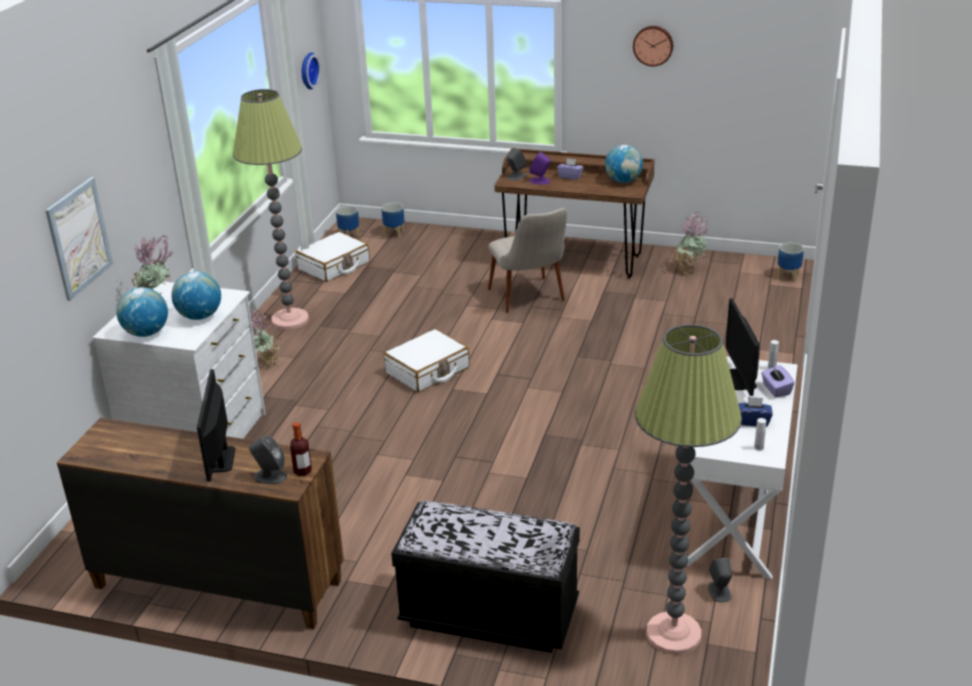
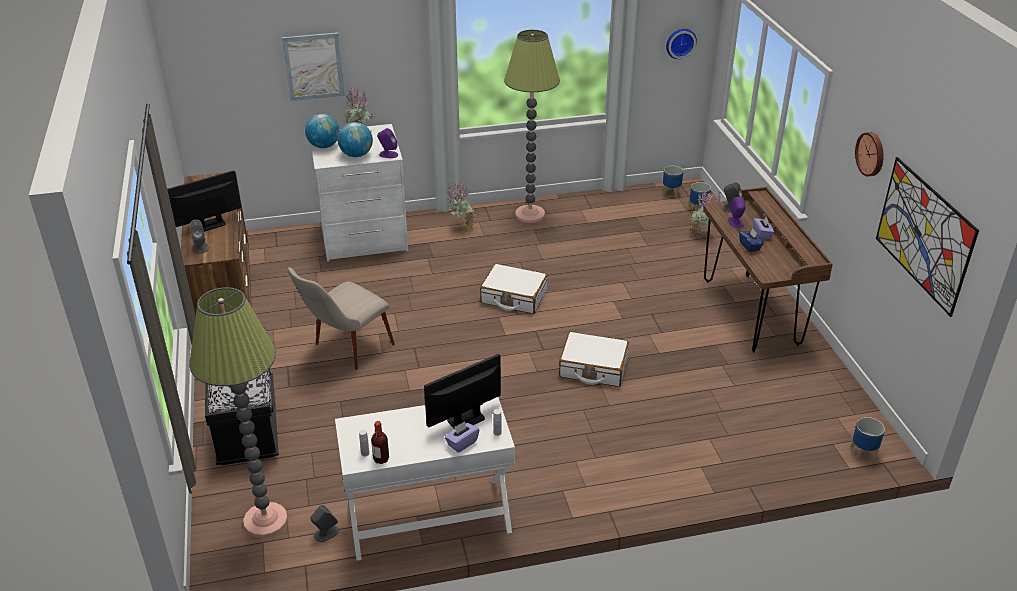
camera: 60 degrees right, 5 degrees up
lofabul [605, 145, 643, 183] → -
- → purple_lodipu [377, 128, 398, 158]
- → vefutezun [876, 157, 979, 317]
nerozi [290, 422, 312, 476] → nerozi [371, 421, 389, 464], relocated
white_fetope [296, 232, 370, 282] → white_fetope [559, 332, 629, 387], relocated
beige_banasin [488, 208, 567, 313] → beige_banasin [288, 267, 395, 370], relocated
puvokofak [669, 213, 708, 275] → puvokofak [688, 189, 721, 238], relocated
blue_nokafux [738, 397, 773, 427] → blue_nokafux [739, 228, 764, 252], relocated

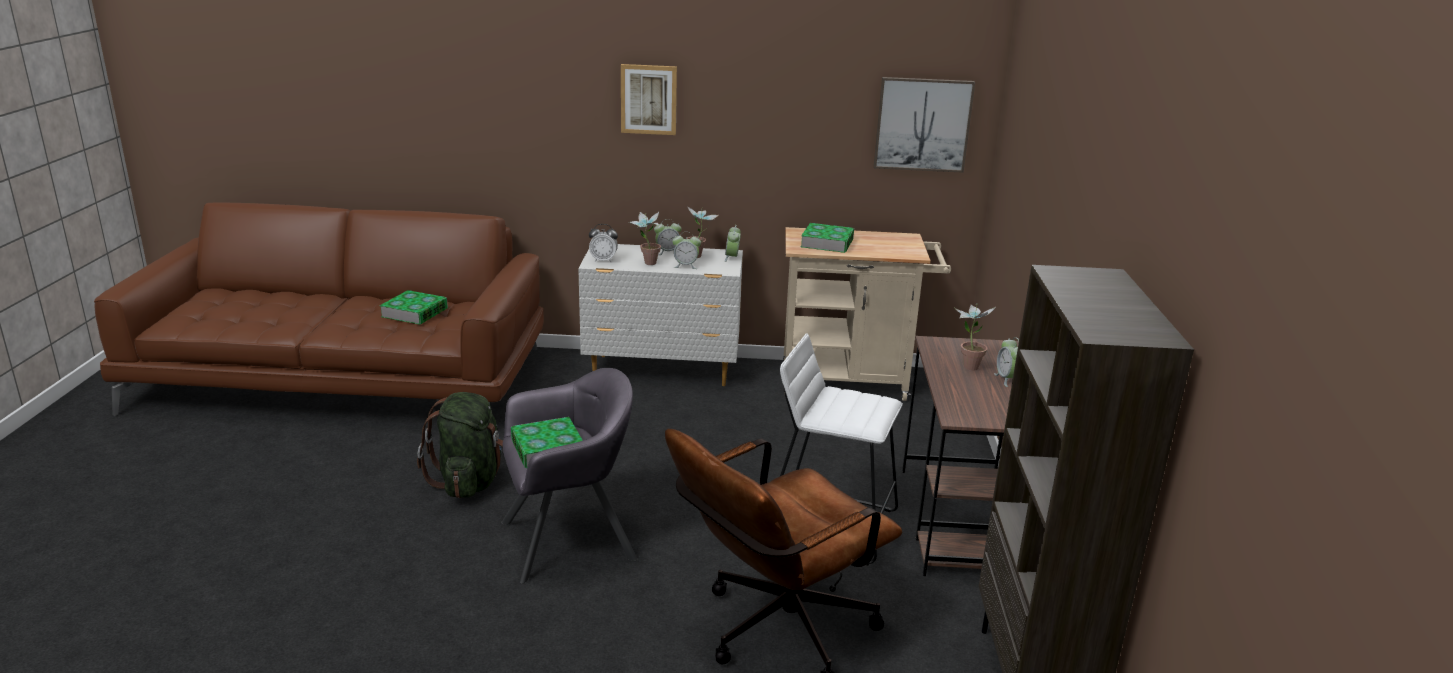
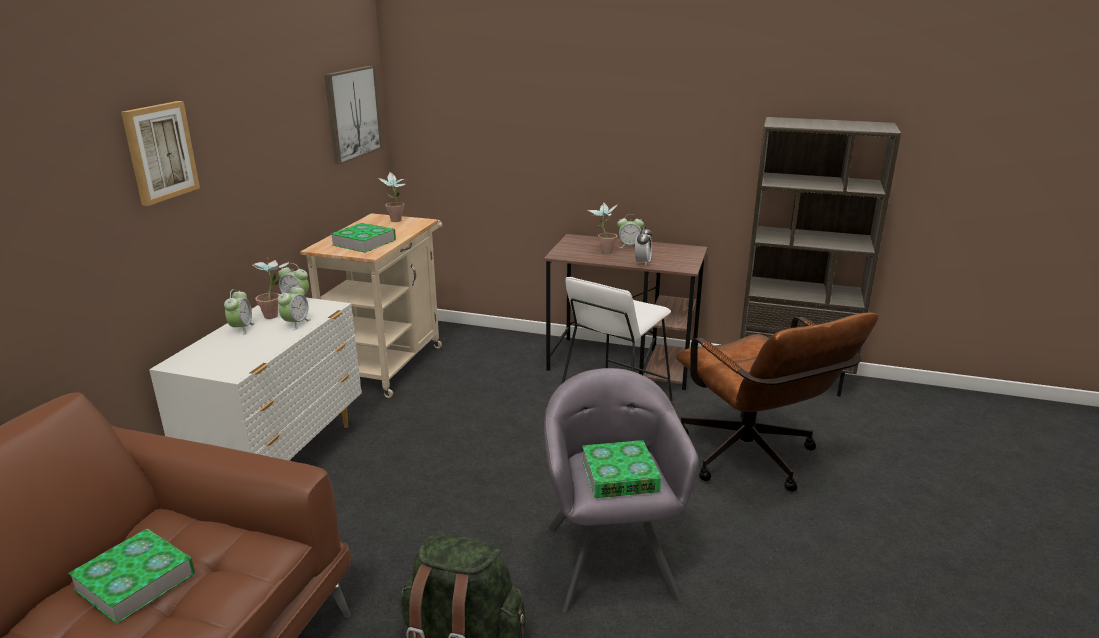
camera: 75 degrees left, 0 degrees up
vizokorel [589, 224, 618, 262] → vizokorel [635, 226, 652, 266], relocated
puvokofak [629, 212, 661, 265] → puvokofak [378, 172, 407, 222], relocated

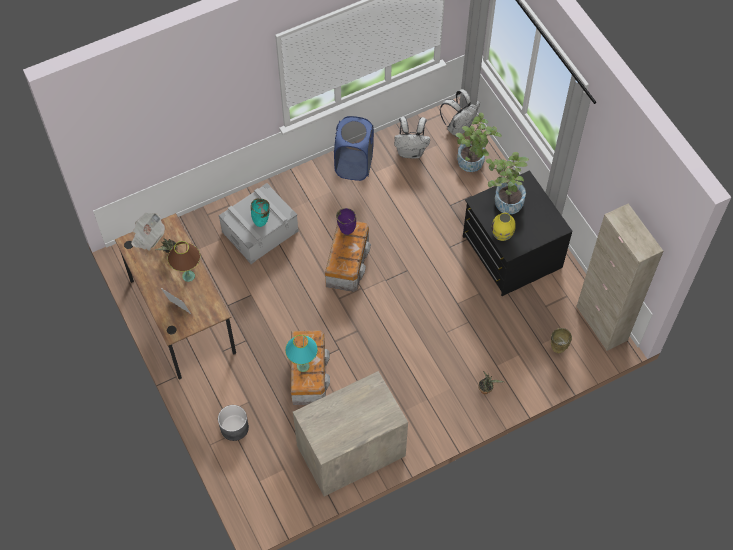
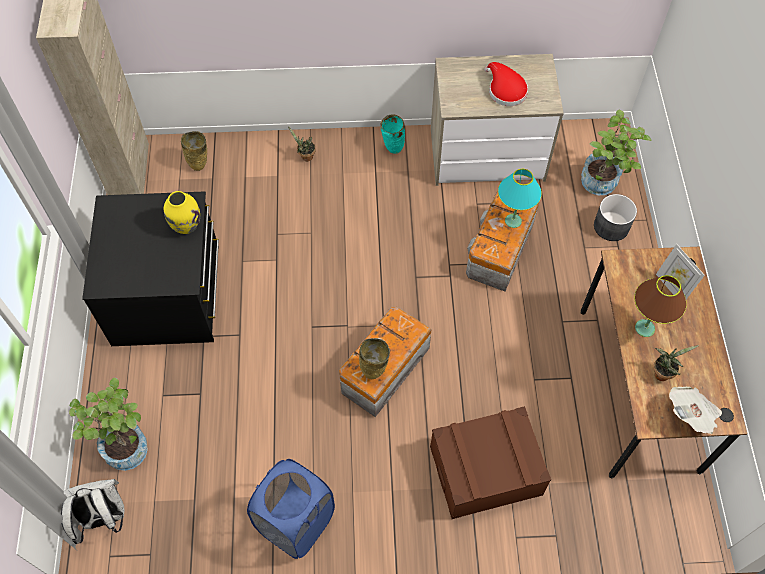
camera: 155 degrees left, 0 degrees up
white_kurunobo [394, 117, 430, 158] → -
- → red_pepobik [485, 62, 528, 106]
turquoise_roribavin [251, 198, 270, 227] → turquoise_roribavin [380, 114, 405, 154], relocated
puvokofak [486, 152, 529, 214] → puvokofak [581, 110, 652, 195], relocated
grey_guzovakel [219, 183, 299, 264] → brown_guzovakel [430, 406, 551, 519]
purple_roribavin [336, 208, 356, 235] → beige_roribavin [359, 338, 390, 379]

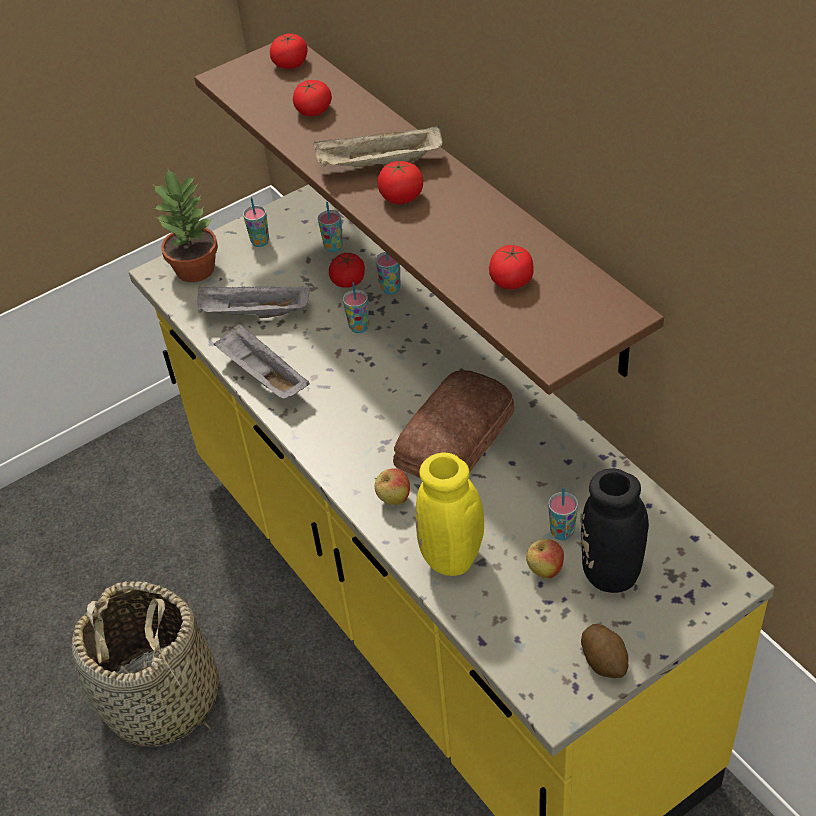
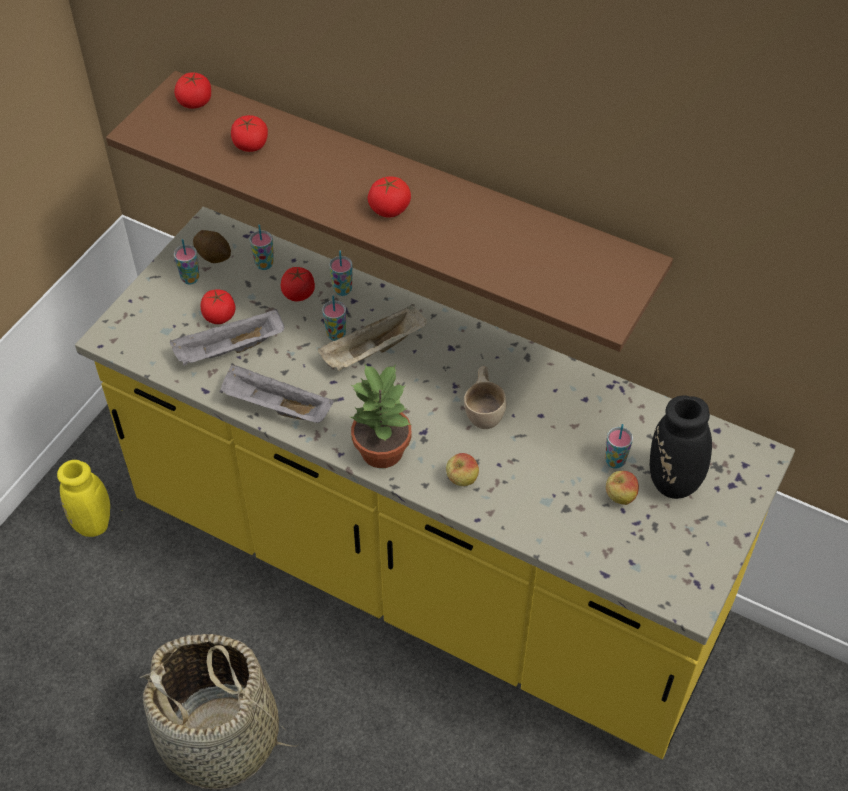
camera: 30 degrees left, 5 degrees up
puvokofak [153, 169, 218, 282] → puvokofak [350, 363, 412, 468], relocated
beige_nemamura [314, 124, 443, 167] → beige_nemamura [318, 304, 426, 371], relocated
yellow_roribavin [415, 453, 484, 576] → yellow_roribavin [57, 460, 110, 537], relocated
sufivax [489, 245, 534, 289] → sufivax [201, 290, 235, 324], relocated
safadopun [581, 624, 628, 678] → safadopun [193, 230, 231, 263], relocated
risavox [393, 370, 514, 478] → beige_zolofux [464, 366, 507, 429]

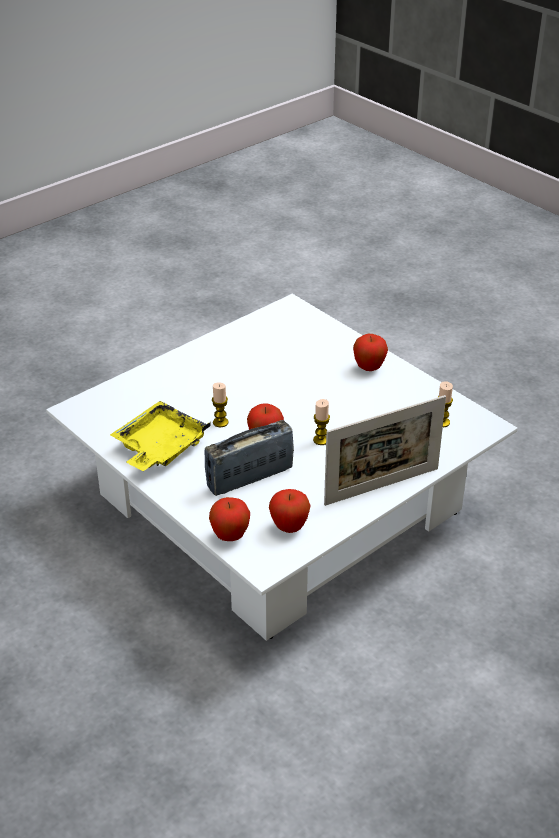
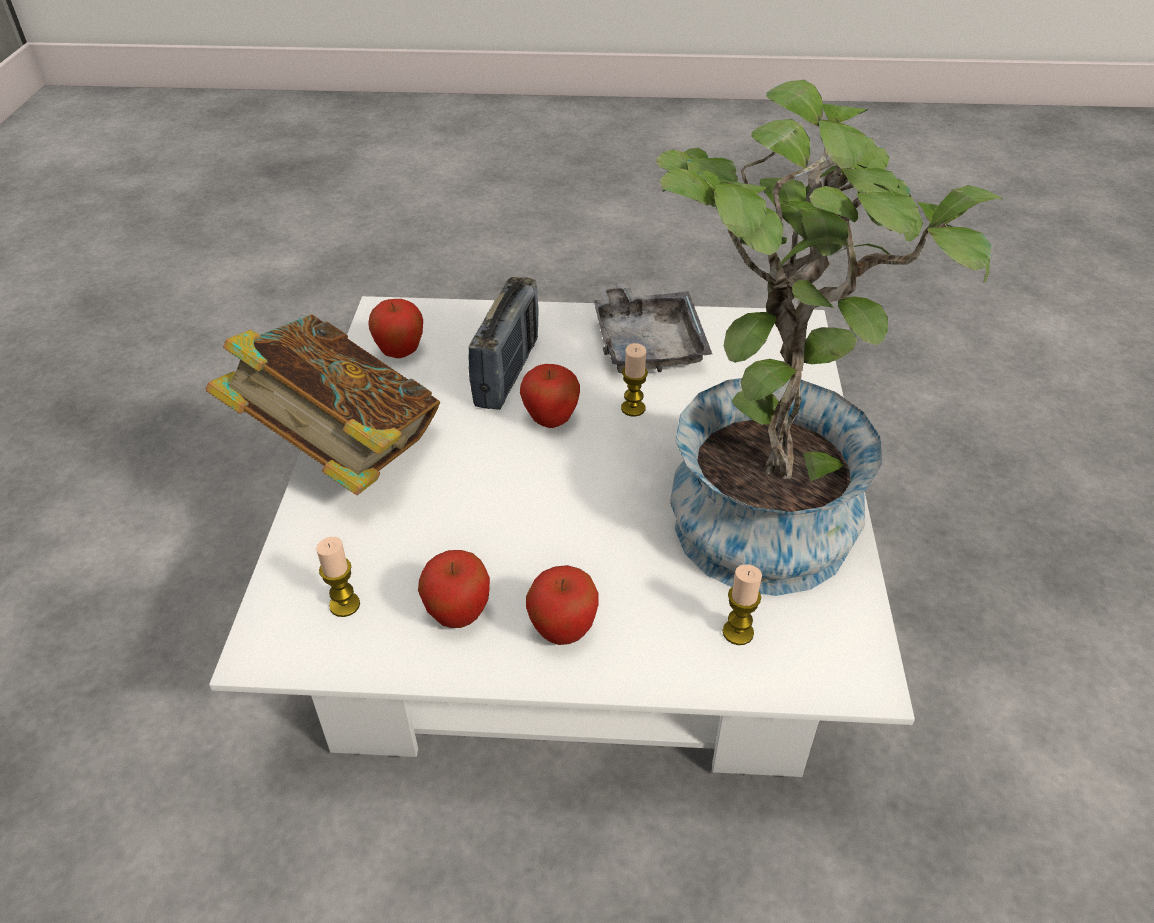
camera: 135 degrees right, 5 degrees up
- → puvokofak [656, 80, 1003, 596]
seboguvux [209, 497, 250, 541] → seboguvux [418, 550, 490, 628], relocated
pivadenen [313, 399, 330, 445] → pivadenen [723, 564, 762, 645], relocated
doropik [324, 395, 446, 506] → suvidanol [206, 314, 440, 495]
yellow_nemamura [110, 401, 211, 471] → grey_nemamura [594, 282, 712, 373]

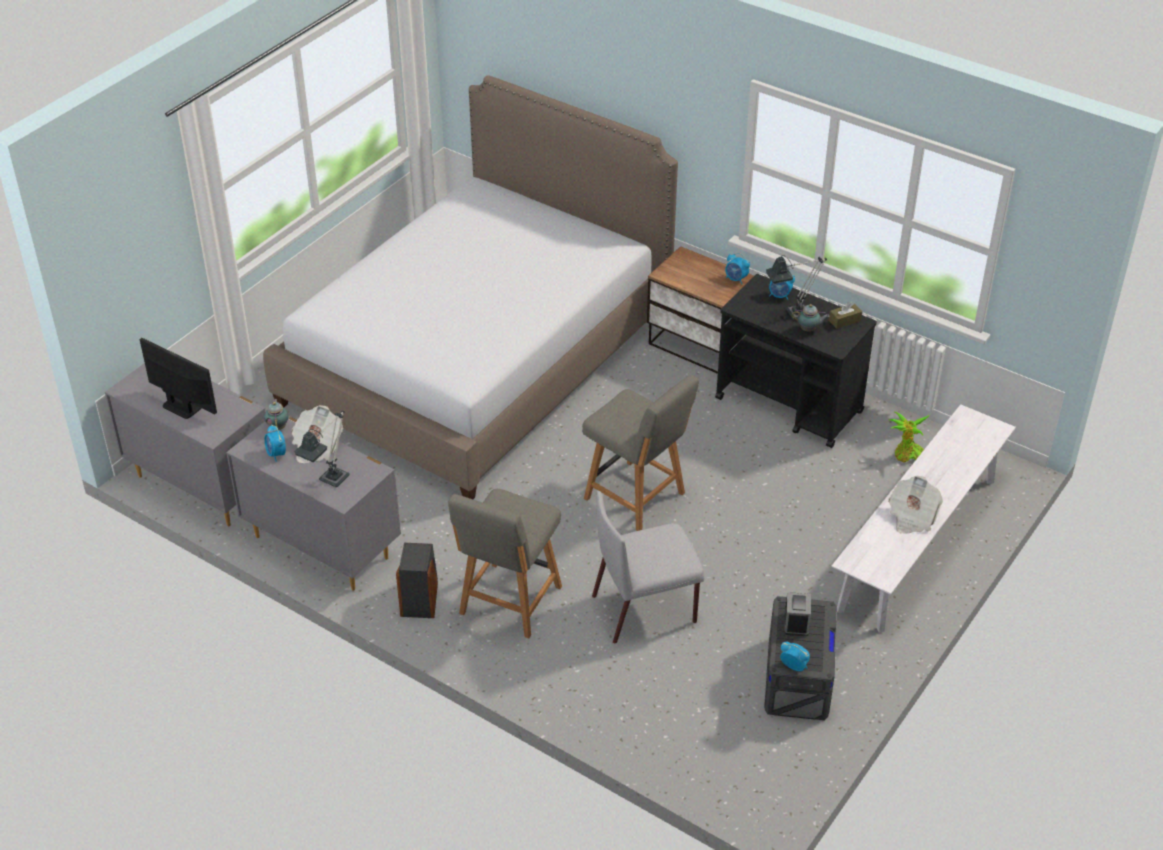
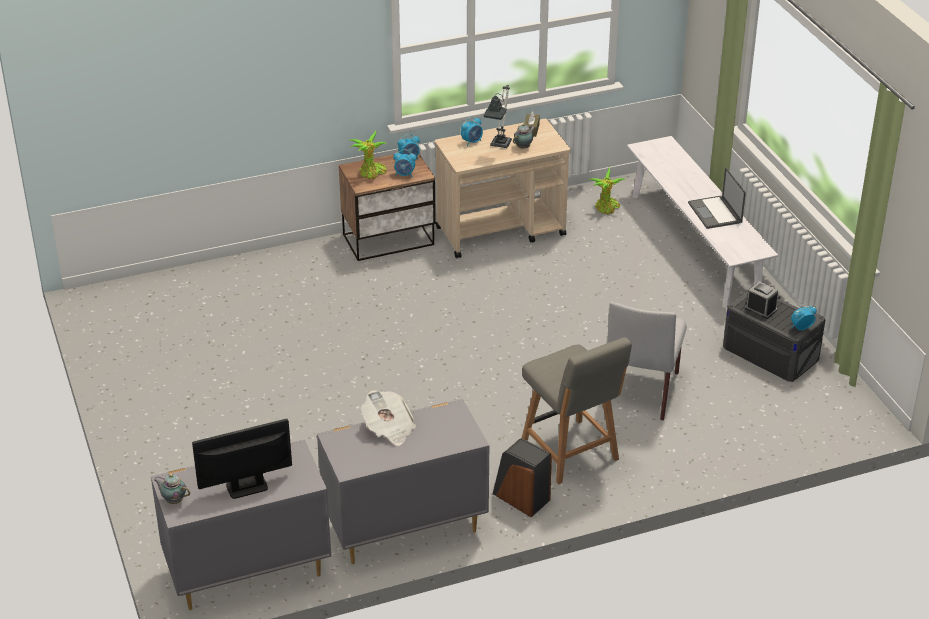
camera: 55 degrees left, 5 degrees down
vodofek [263, 75, 678, 499] → -
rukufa [294, 410, 350, 487] → -
grey_banasin [582, 375, 699, 531] → -
- → puvokofak [348, 131, 387, 179]
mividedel [264, 399, 288, 430] → mividedel [153, 474, 190, 504], relocated
vizokorel [264, 424, 286, 462] → vizokorel [393, 149, 416, 177], relocated
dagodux [888, 476, 943, 534] → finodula [688, 167, 746, 229]
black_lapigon [715, 274, 877, 448] → beige_lapigon [435, 118, 571, 258]

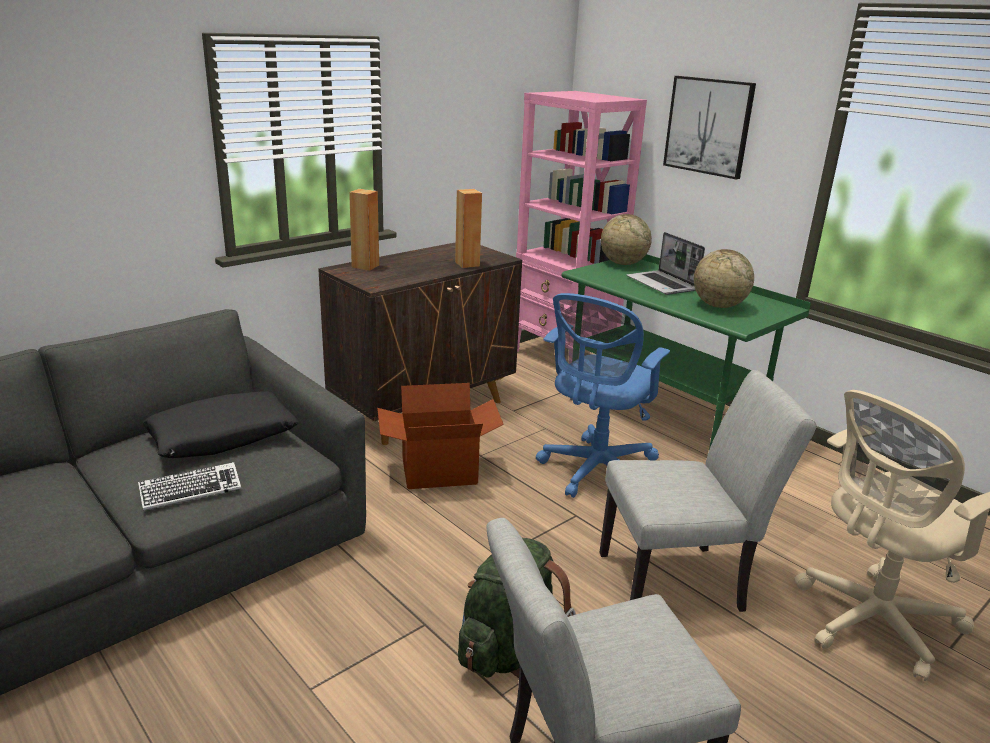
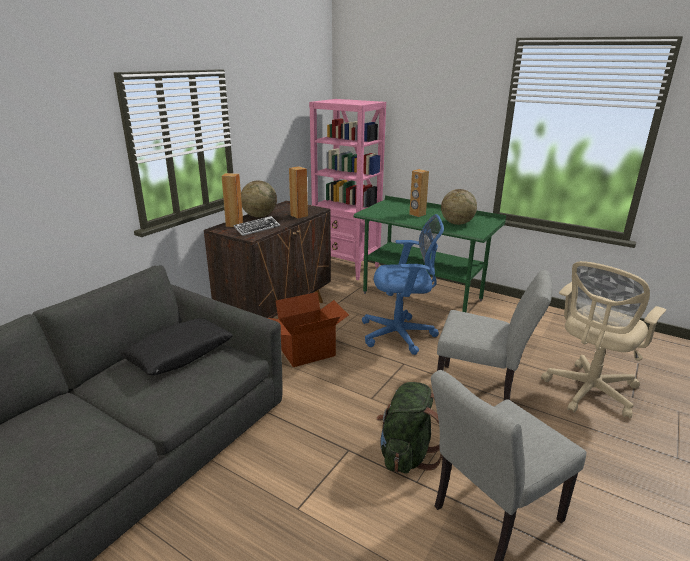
camera: 15 degrees left, 0 degrees up
vefutezun [663, 76, 756, 179] → -
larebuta [138, 462, 241, 511] → larebuta [233, 216, 280, 236], relocated
lofabul [601, 214, 652, 265] → lofabul [241, 181, 277, 217], relocated
finodula [626, 232, 705, 295] → brown_lodipu [409, 169, 429, 217]
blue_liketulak [536, 293, 670, 498] → blue_liketulak [362, 214, 444, 355], 105 degrees counterclockwise
grey_banasin [599, 370, 817, 612] → grey_banasin [437, 270, 553, 400], 45 degrees clockwise

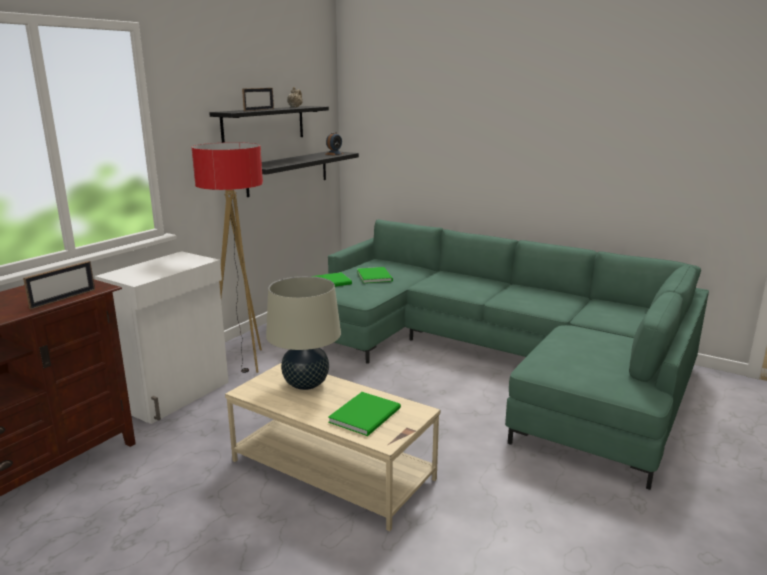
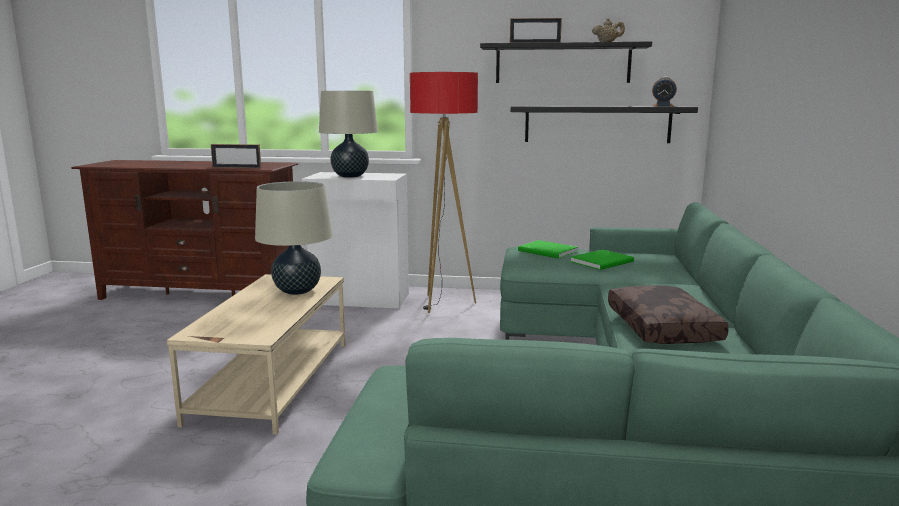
camera: 65 degrees right, 5 degrees down
green_suvidanol [328, 392, 401, 436] → -
- → beige_rukufa [319, 91, 378, 178]
- → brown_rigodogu [608, 285, 729, 344]

